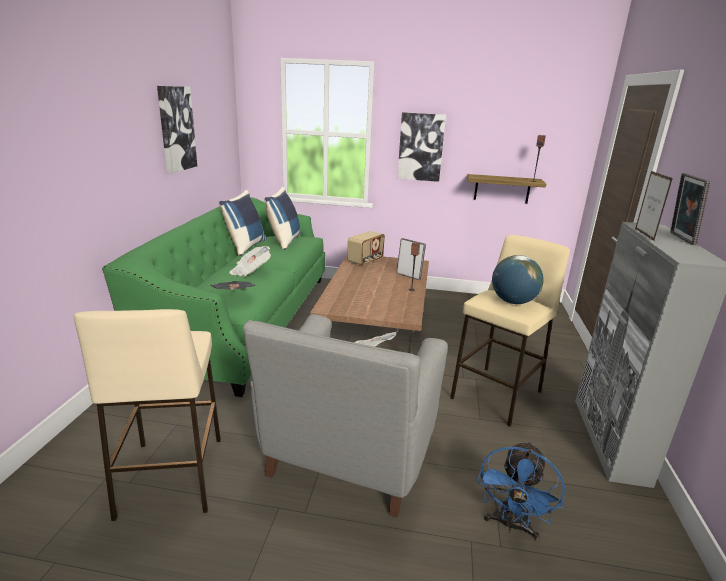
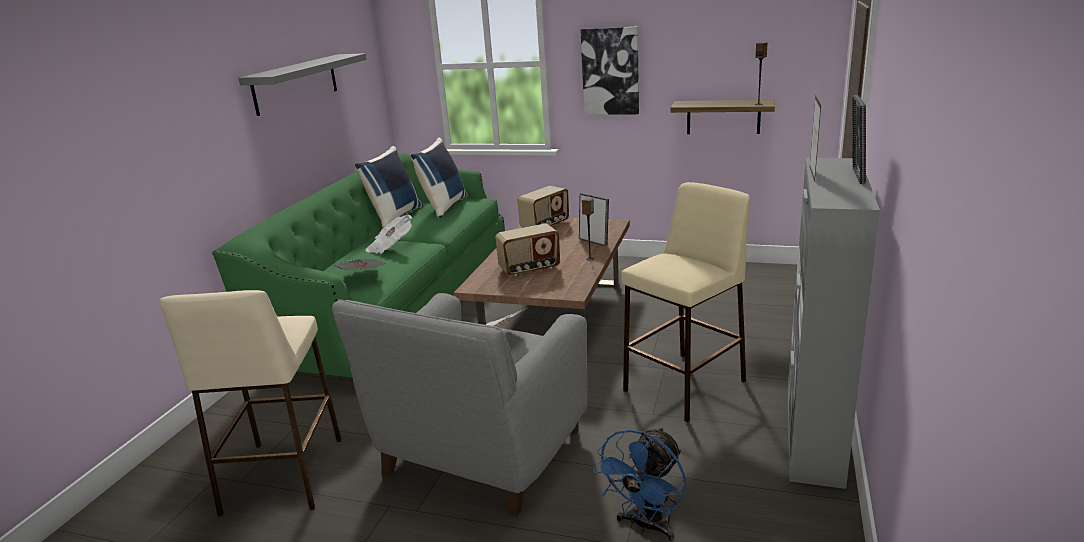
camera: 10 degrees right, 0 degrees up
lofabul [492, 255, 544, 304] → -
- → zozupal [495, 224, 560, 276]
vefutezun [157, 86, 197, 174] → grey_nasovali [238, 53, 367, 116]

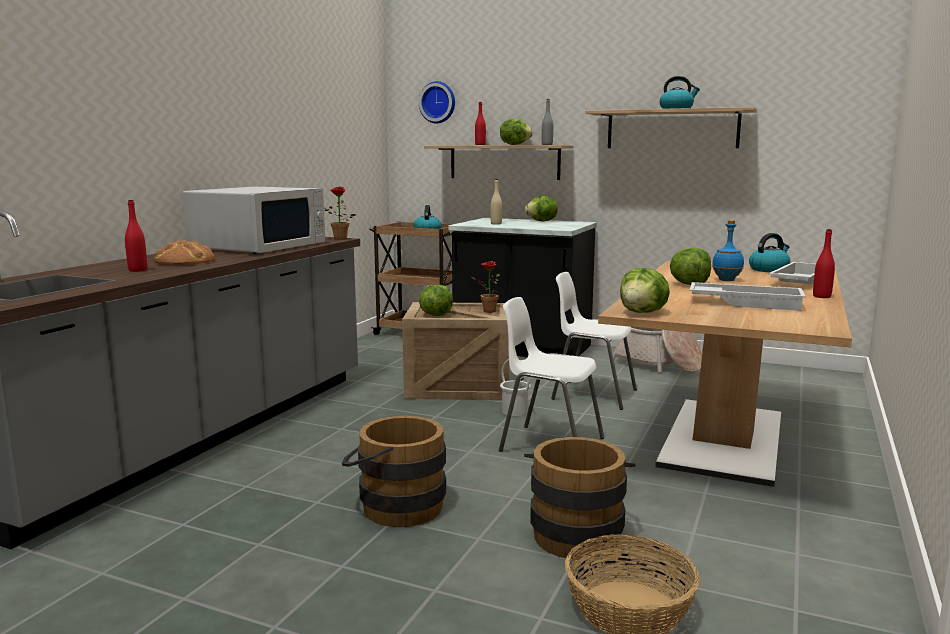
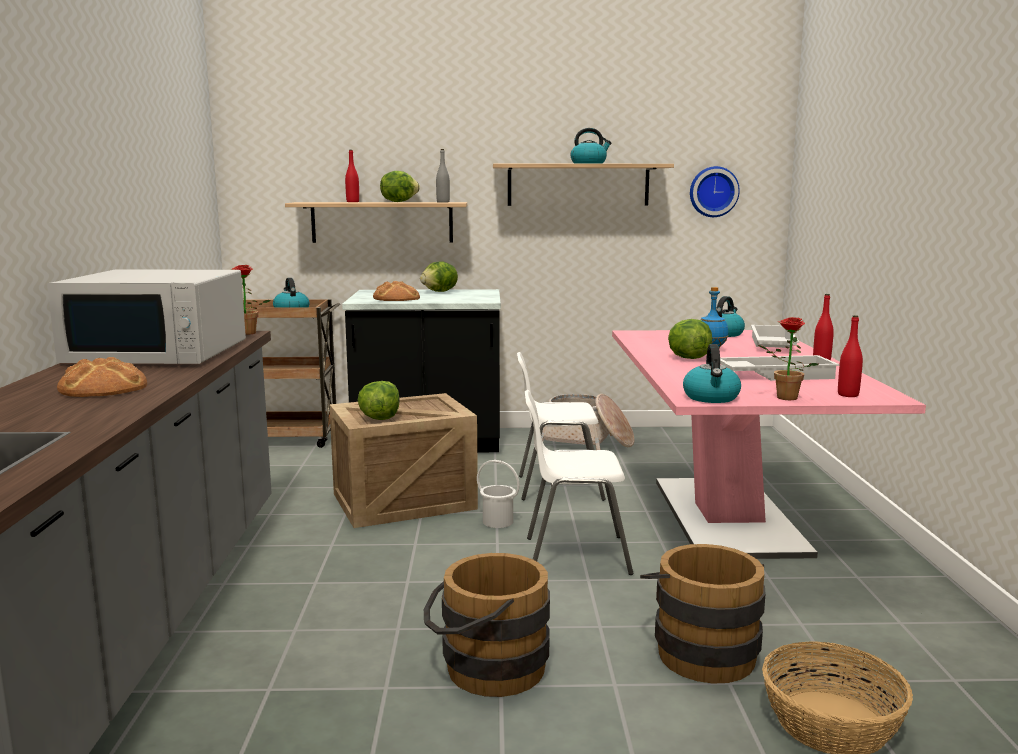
camera: 25 degrees left, 0 degrees up
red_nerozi [125, 200, 147, 272] → red_nerozi [838, 315, 863, 397], relocated
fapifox [419, 81, 455, 124] → fapifox [690, 166, 740, 217], relocated
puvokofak [471, 261, 500, 313] → puvokofak [758, 317, 818, 400], relocated
beige_nerozi [490, 179, 502, 225] → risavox [373, 281, 420, 301]
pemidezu [620, 268, 670, 313] → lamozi [683, 344, 741, 403]
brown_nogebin [598, 261, 852, 487] → pink_nogebin [612, 330, 926, 559]
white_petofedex [183, 187, 325, 254] → white_petofedex [47, 269, 246, 364], 90 degrees clockwise

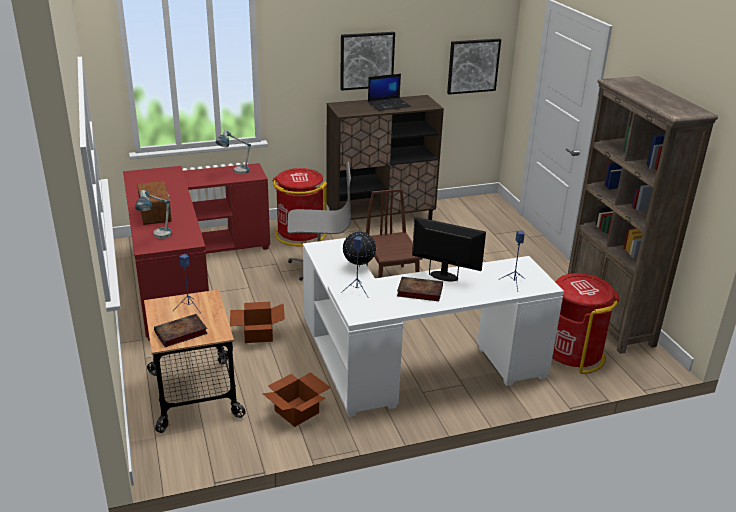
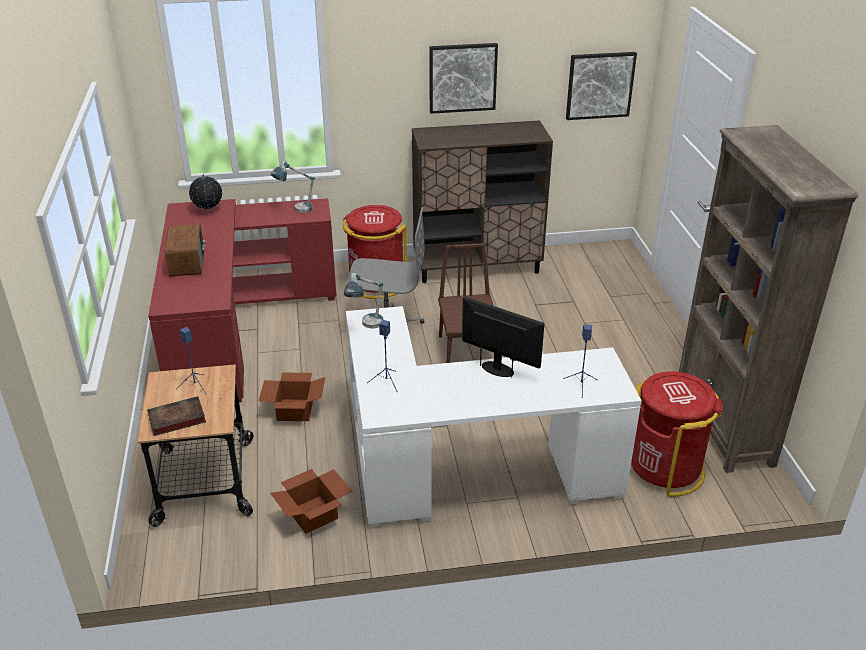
camera: 10 degrees right, 5 degrees up
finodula [368, 74, 411, 111] → -
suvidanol [397, 277, 443, 301] → -
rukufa [135, 190, 172, 239] → rukufa [344, 273, 383, 328], relocated
lofabul [343, 229, 376, 267] → lofabul [189, 174, 222, 211], relocated

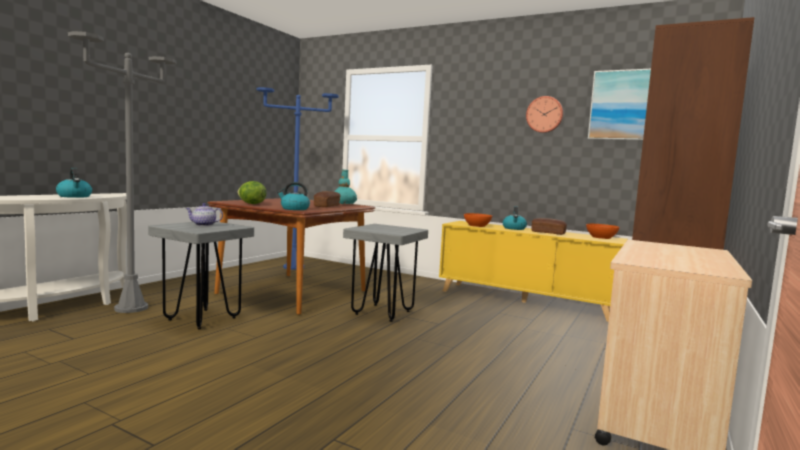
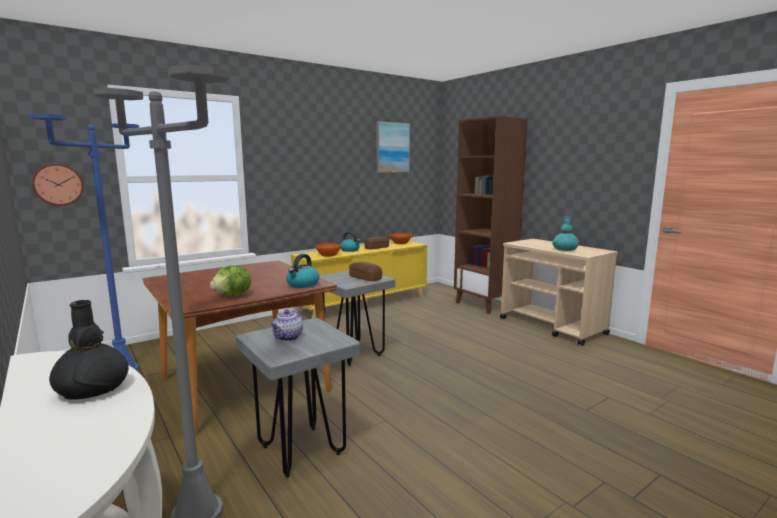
camera: 65 degrees left, 5 degrees up
risavox [314, 191, 340, 207] → risavox [349, 262, 382, 281], relocated
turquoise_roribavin [334, 170, 357, 204] → turquoise_roribavin [552, 216, 579, 251], relocated
fapifox [526, 96, 563, 133] → fapifox [32, 164, 84, 206], relocated
lamozi [56, 168, 92, 198] → black_roribavin [49, 300, 129, 400]

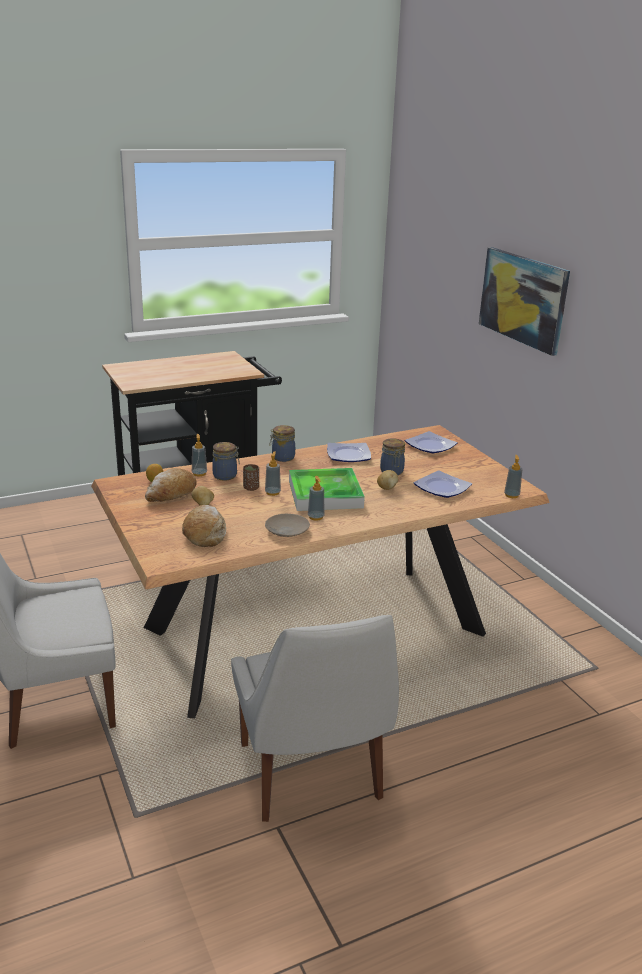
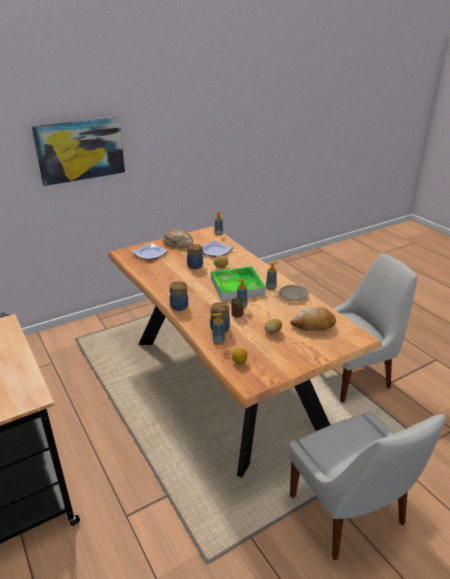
camera: 95 degrees left, 5 degrees up
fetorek [327, 443, 371, 462] → -
risavox [145, 468, 197, 502] → risavox [163, 229, 193, 247], relocated

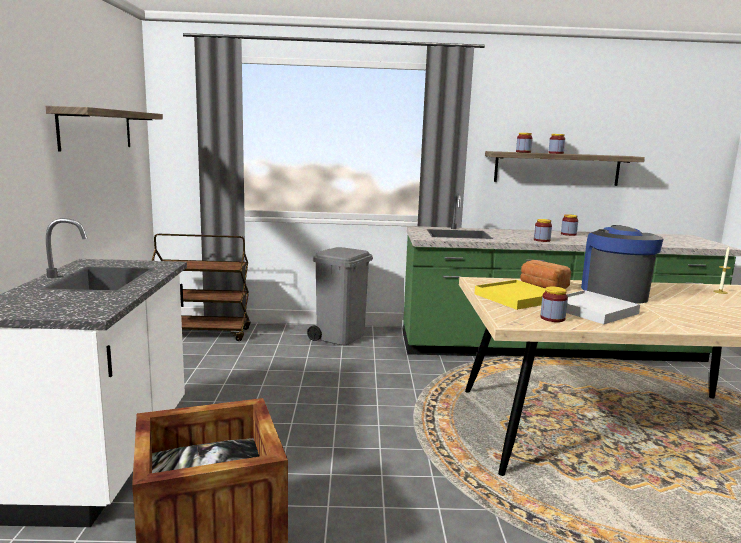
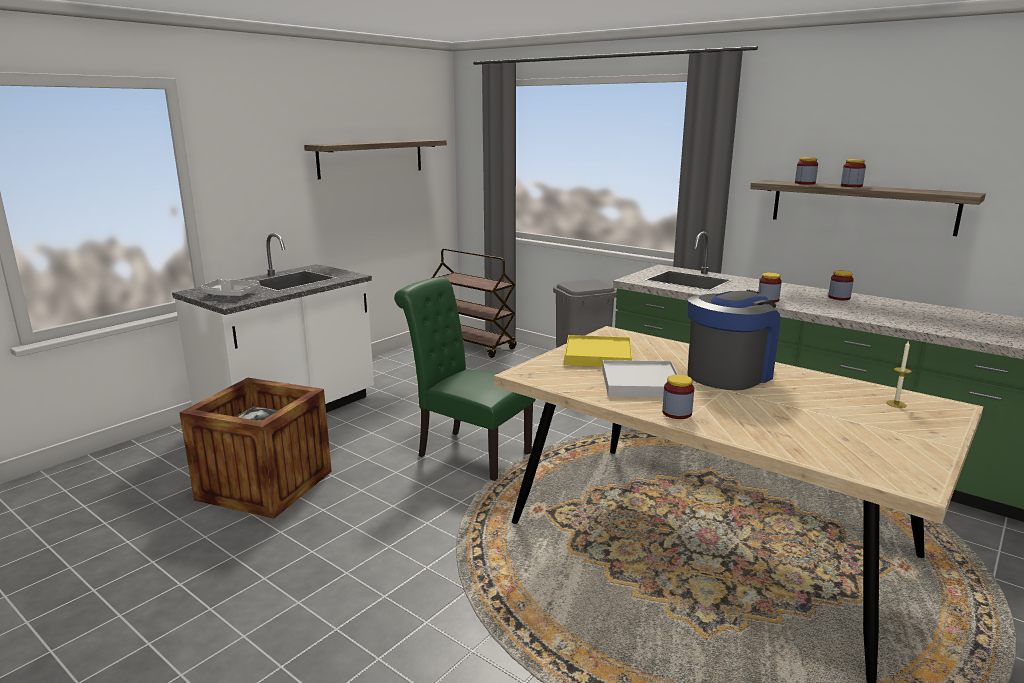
camera: 40 degrees right, 5 degrees up
risavox [520, 260, 571, 289] → -
- → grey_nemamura [201, 279, 261, 296]
- → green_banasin [394, 277, 536, 481]
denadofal [540, 286, 568, 322] → denadofal [662, 375, 694, 419], relocated

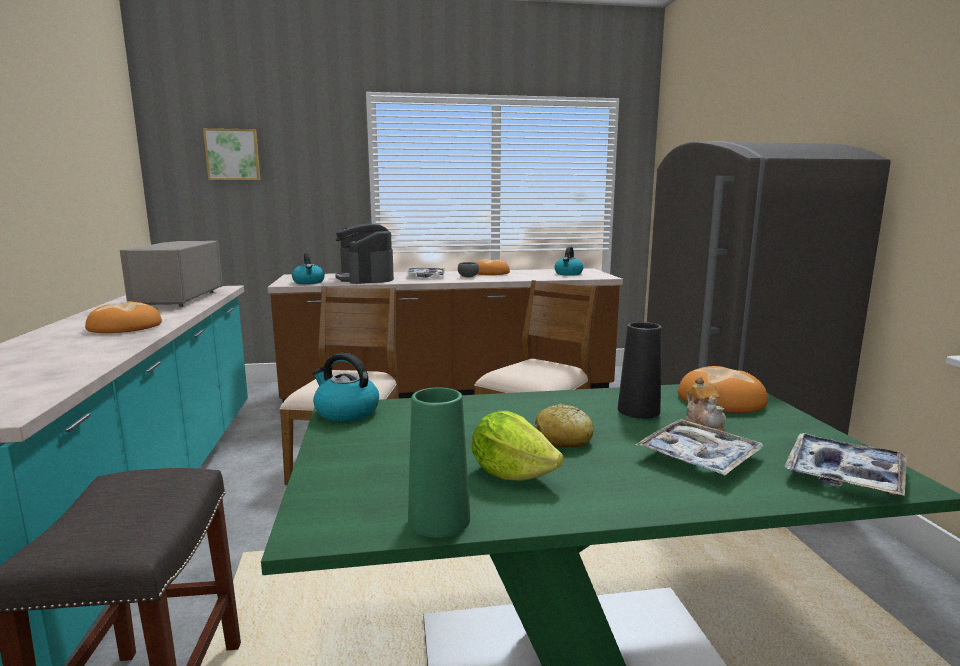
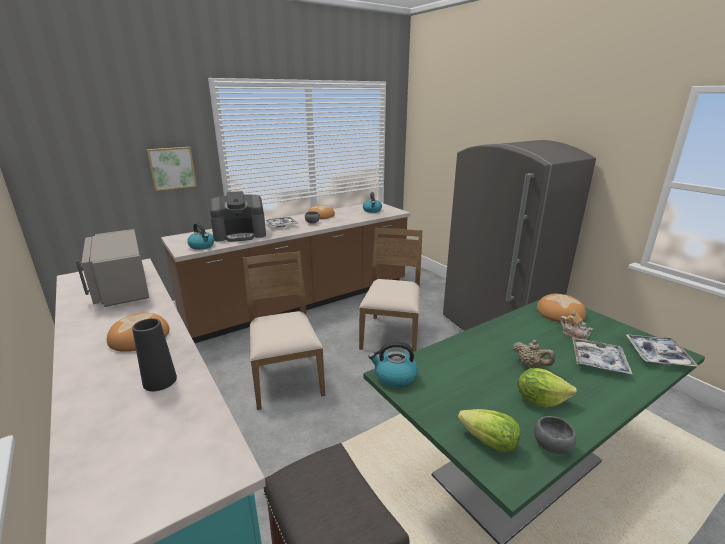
camera: 25 degrees left, 10 degrees up
- → pemidezu [458, 409, 520, 452]
vefutezun [203, 128, 261, 180] → vefutezun [147, 147, 197, 191], relocated
black_roribavin [618, 322, 662, 419] → black_roribavin [132, 318, 177, 391], relocated
green_roribavin [408, 387, 470, 538] → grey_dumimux [534, 416, 576, 454]
risavox [535, 404, 593, 448] → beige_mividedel [513, 340, 555, 368]
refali [335, 224, 394, 284] → refali [210, 191, 266, 242], 60 degrees counterclockwise

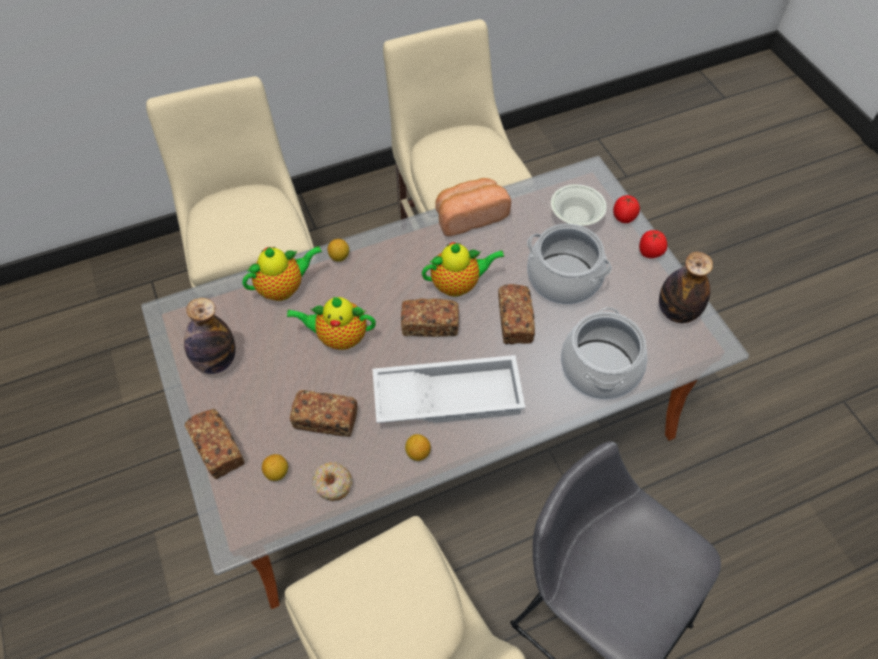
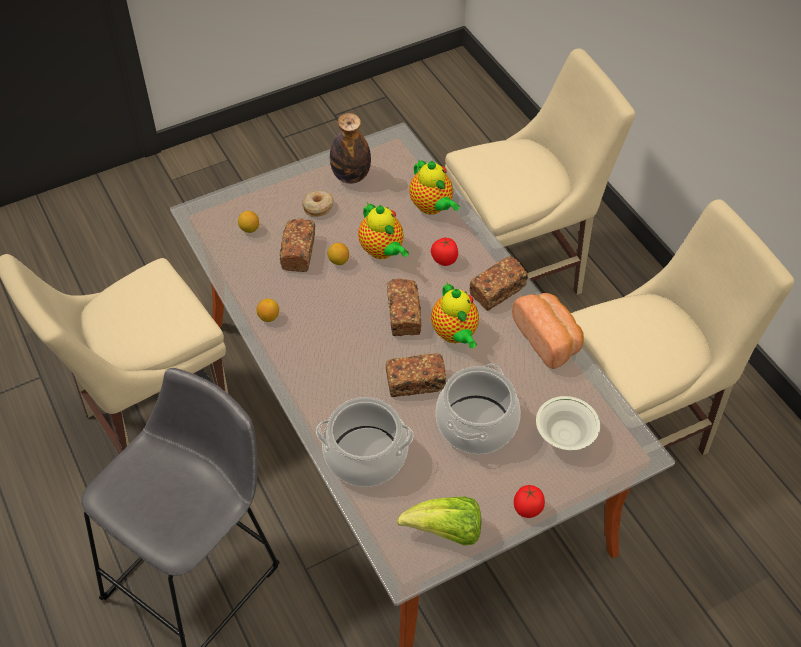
camera: 85 degrees right, 5 degrees down
white_nemamura [372, 355, 525, 423] → -
risavox [185, 409, 244, 479] → risavox [469, 256, 528, 311], relocated
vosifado [312, 462, 352, 501] → vosifado [302, 191, 333, 217], relocated
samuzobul [327, 239, 349, 262] → samuzobul [328, 243, 349, 265], relocated
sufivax [613, 195, 640, 223] → sufivax [431, 238, 458, 266], relocated
nerozi [659, 252, 713, 323] → pemidezu [397, 497, 481, 546]
mividedel [287, 297, 376, 350] → mividedel [358, 203, 409, 259], 150 degrees clockwise

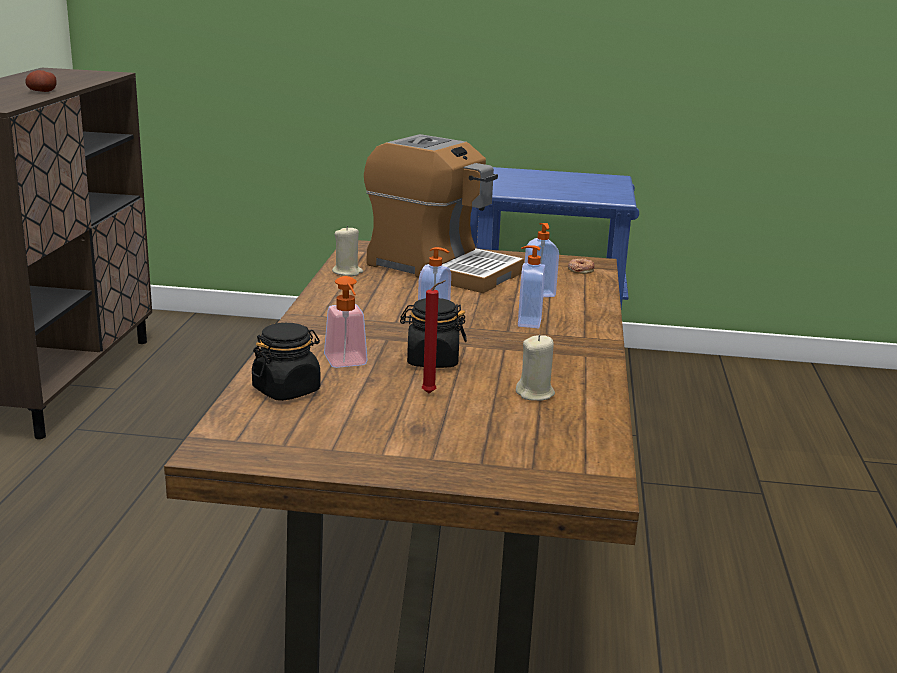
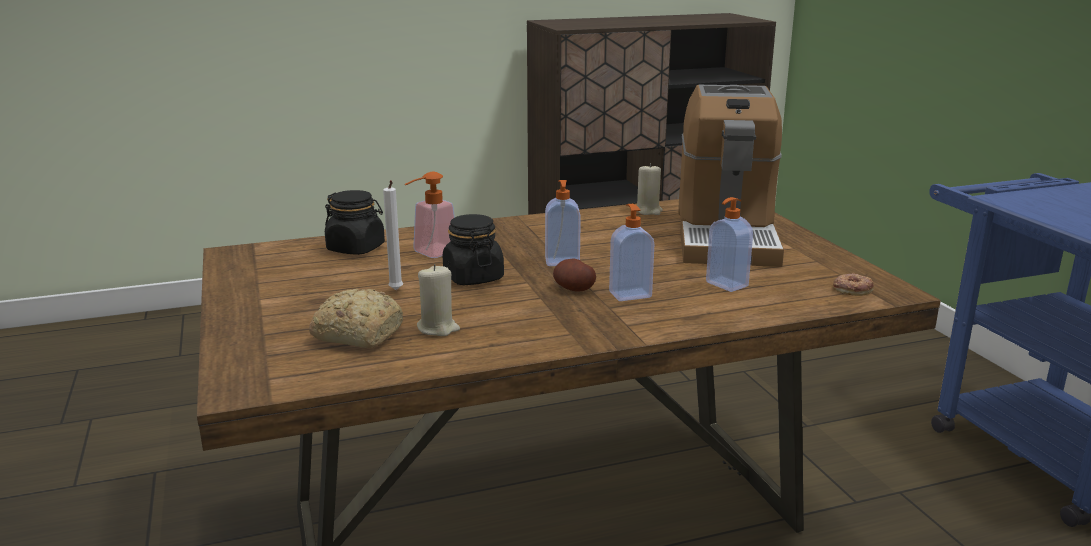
camera: 65 degrees right, 0 degrees up
- → risavox [309, 289, 403, 348]
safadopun [25, 70, 57, 92] → safadopun [553, 259, 596, 292], relocated
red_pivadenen [422, 280, 446, 393] → white_pivadenen [383, 180, 403, 290]

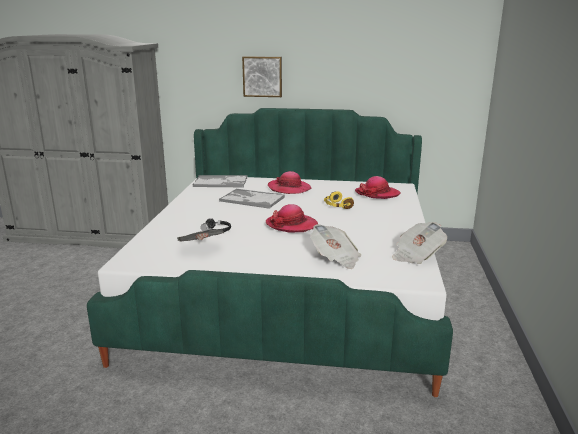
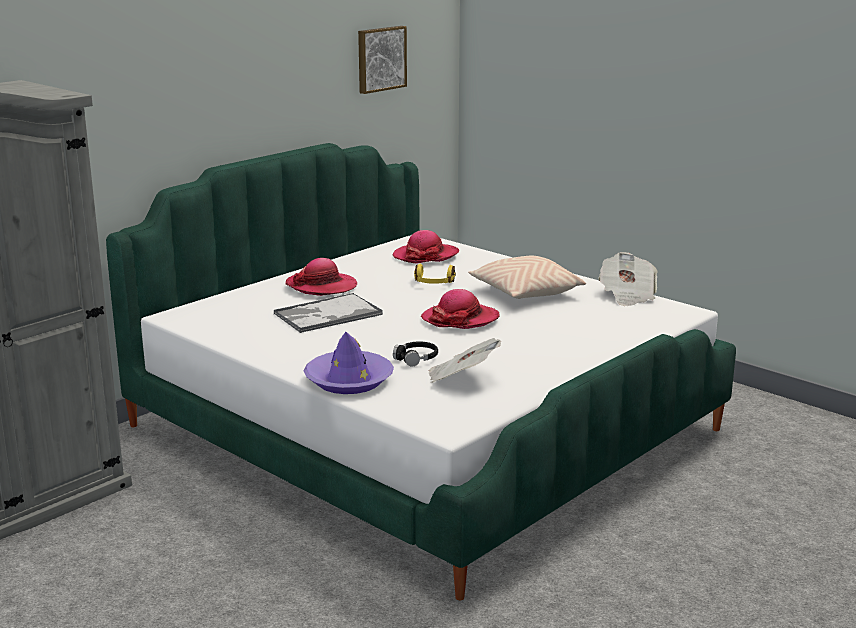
camera: 55 degrees left, 0 degrees up
nemamura [193, 175, 248, 187] → -
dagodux [310, 224, 361, 269] → -
- → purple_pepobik [304, 332, 394, 394]
- → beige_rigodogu [468, 256, 586, 299]
vefutezun [242, 56, 282, 97] → vefutezun [358, 26, 407, 94], relocated

